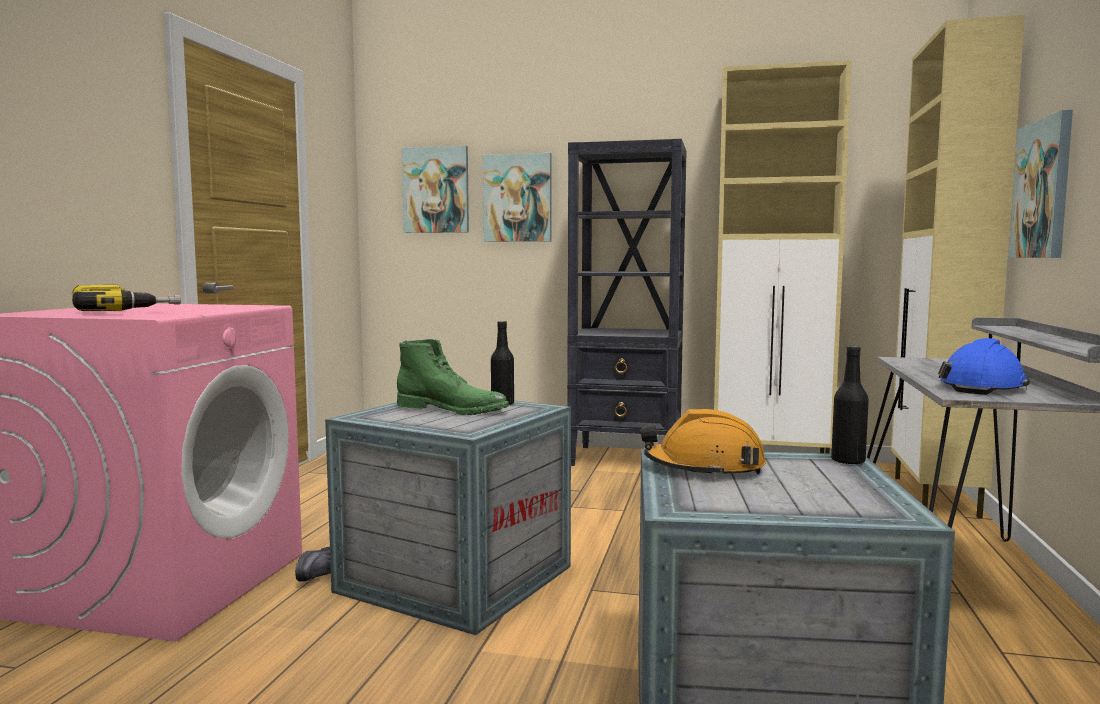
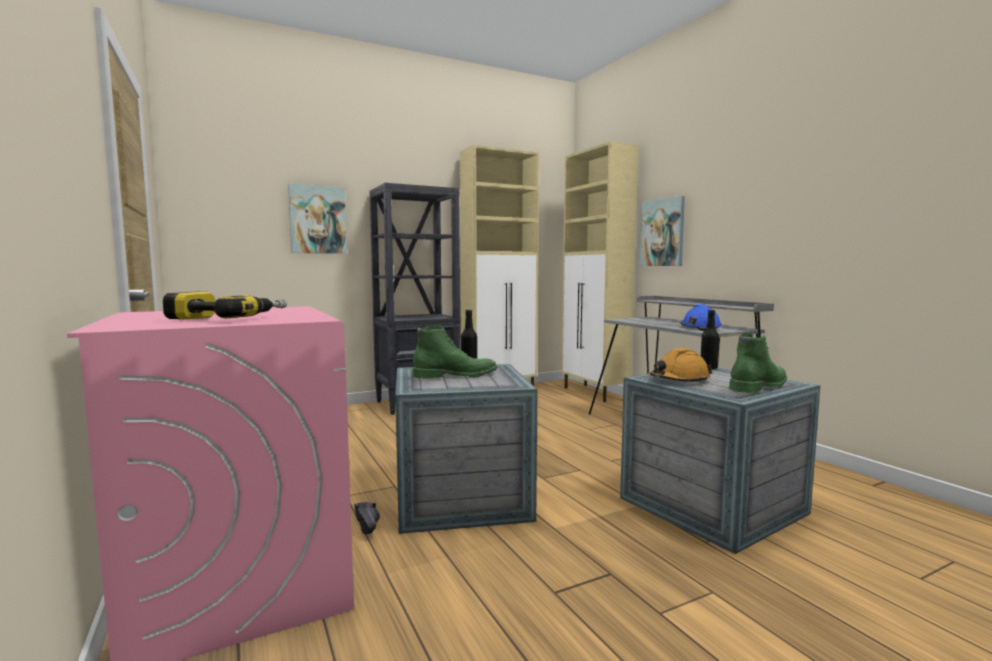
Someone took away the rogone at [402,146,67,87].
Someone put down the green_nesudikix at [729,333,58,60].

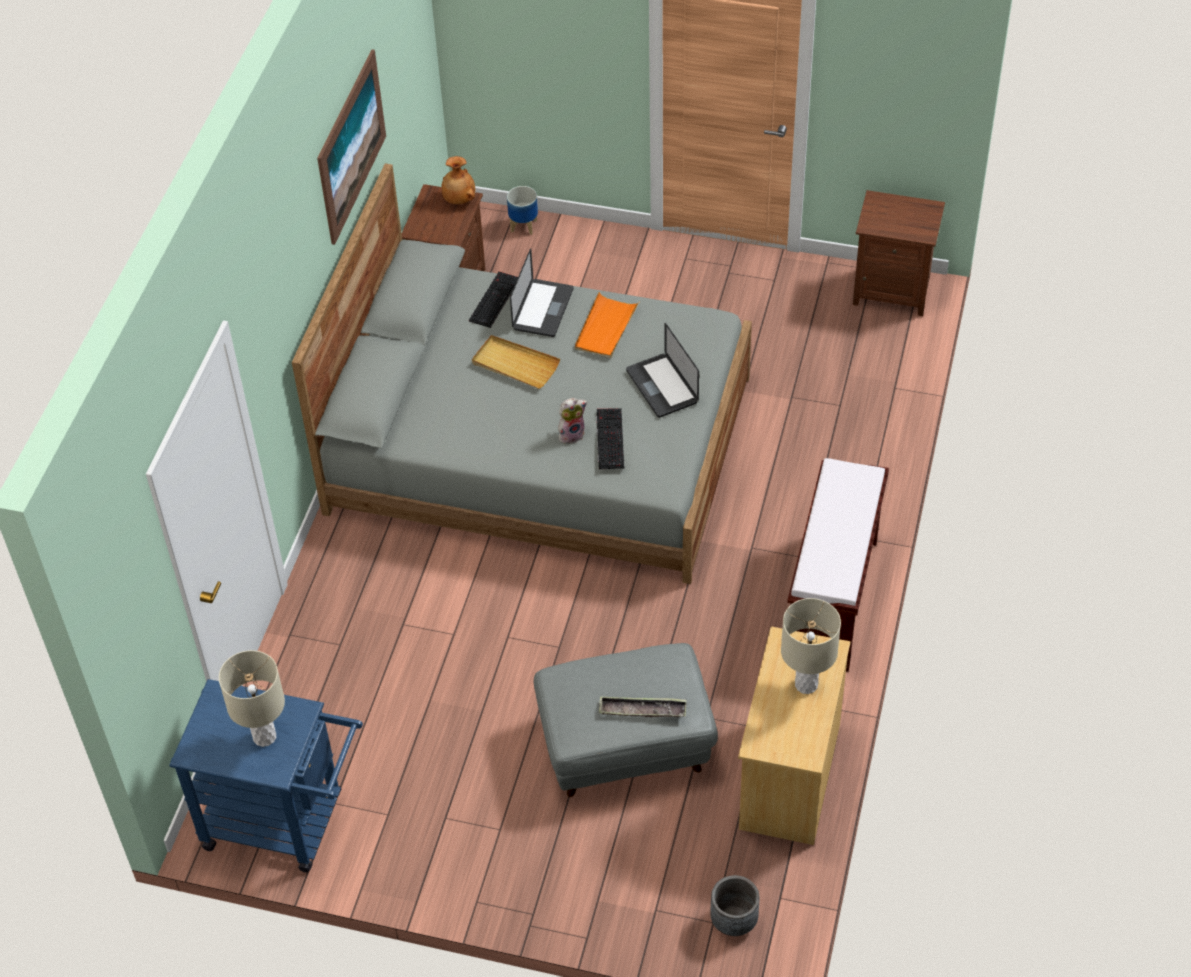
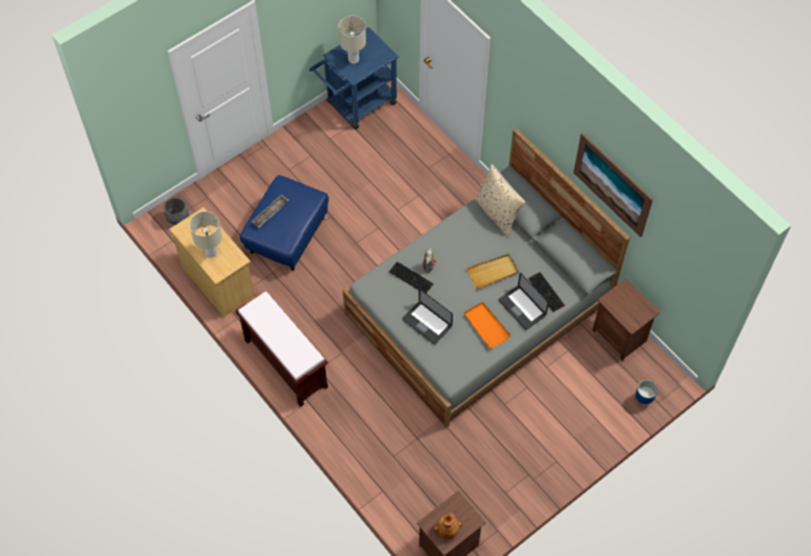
Someone carried the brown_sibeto from [441,156,34,48] to [434,513,28,26].
Someone repainted the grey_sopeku at [534,643,184,154], which became the blue_sopeku at [240,175,89,96].
Someone rotated the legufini at [626,323,73,95] by 150 degrees counterclockwise.
Someone put down the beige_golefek at [475,164,51,73].

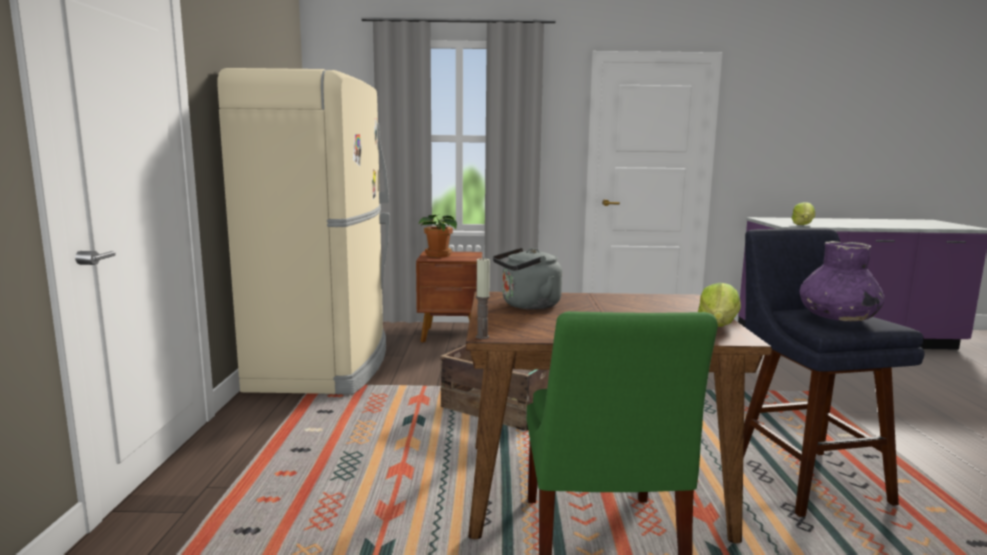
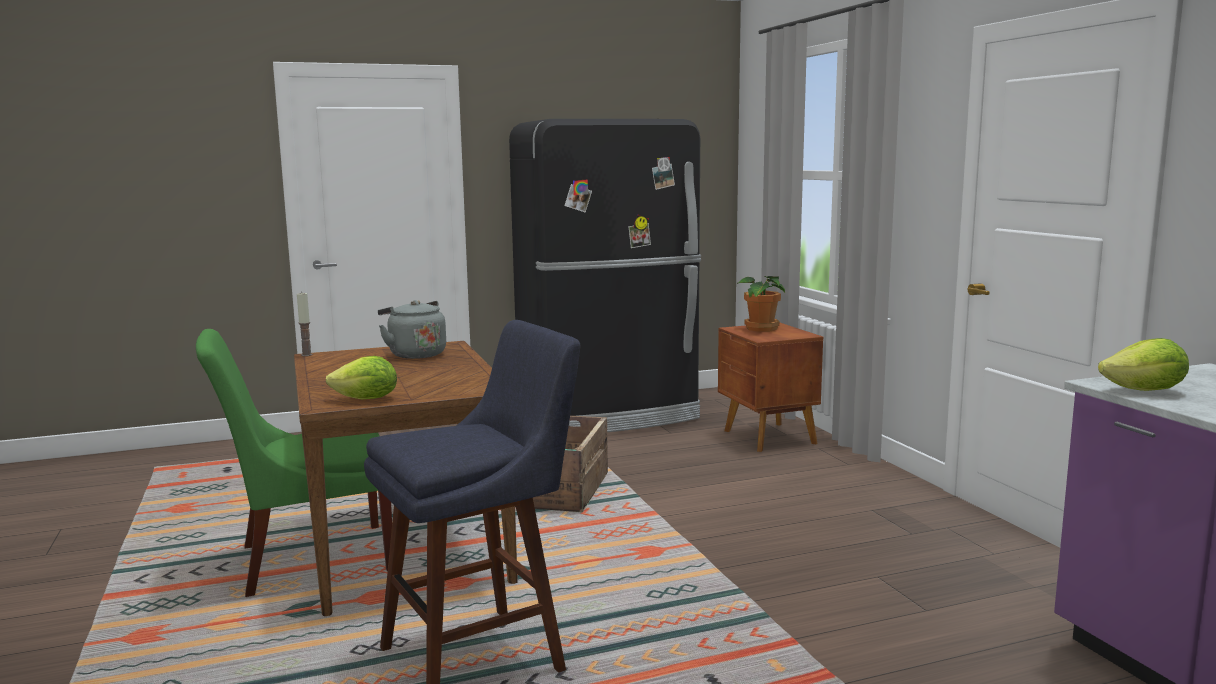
Someone repainted the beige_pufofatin at [217,68,172,326], which became the black_pufofatin at [509,119,192,313].
Someone took away the purple_sibeto at [799,241,86,80].

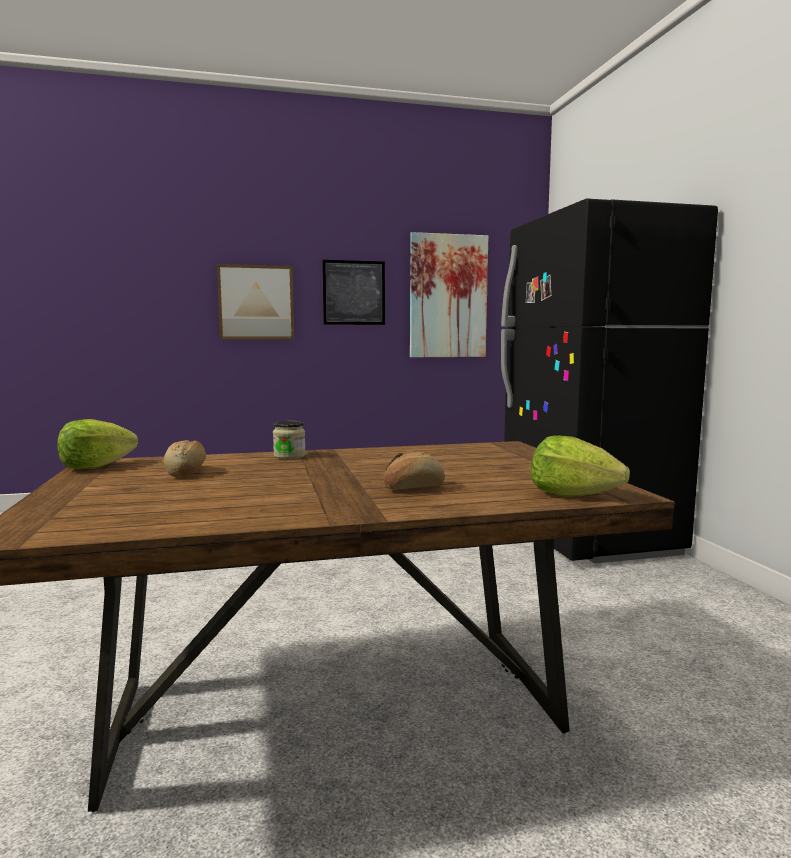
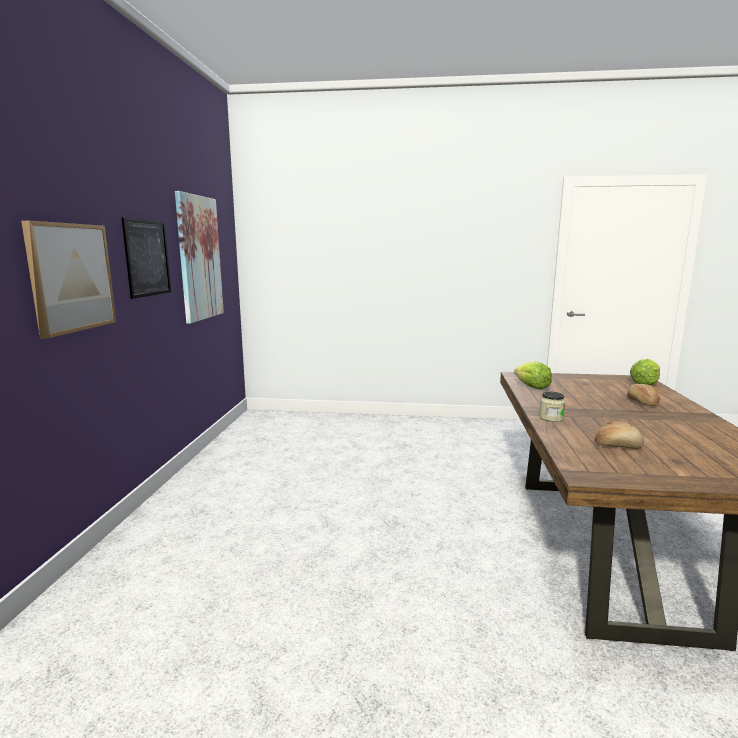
Someone carried the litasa from [58,419,80,50] to [514,361,38,29].
Someone took away the black_pufofatin at [501,198,217,366].

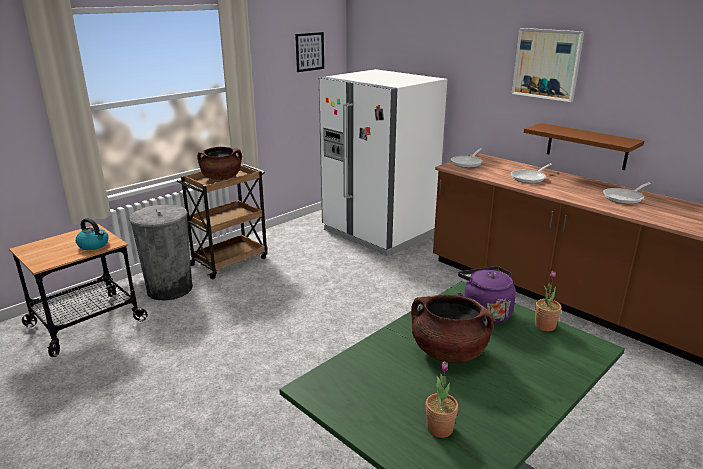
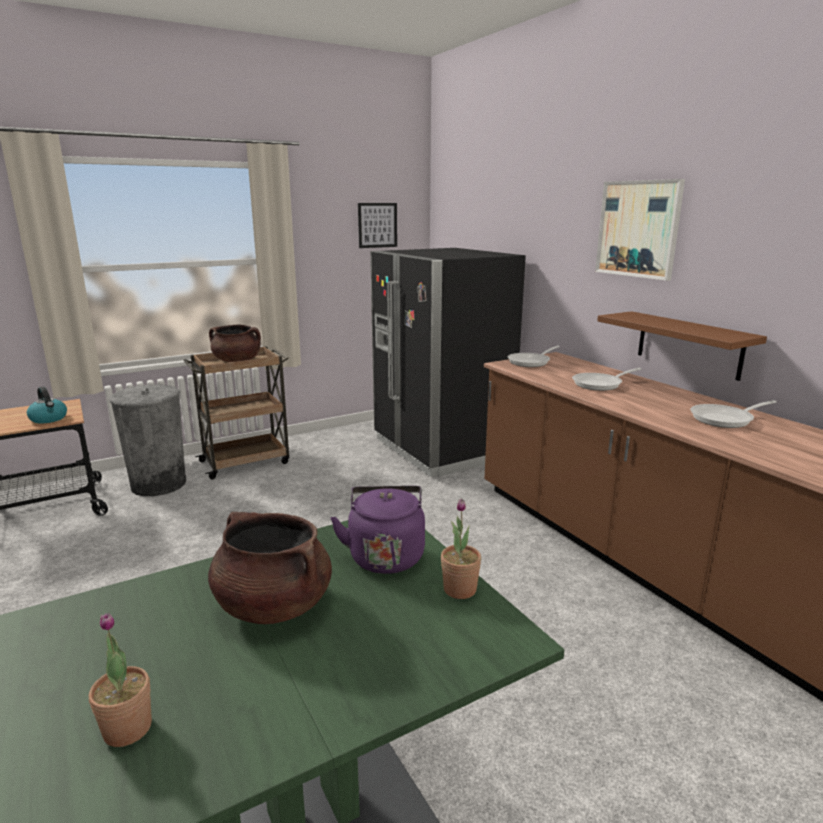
Someone repainted the white_pufofatin at [319,69,128,187], which became the black_pufofatin at [370,248,156,229].

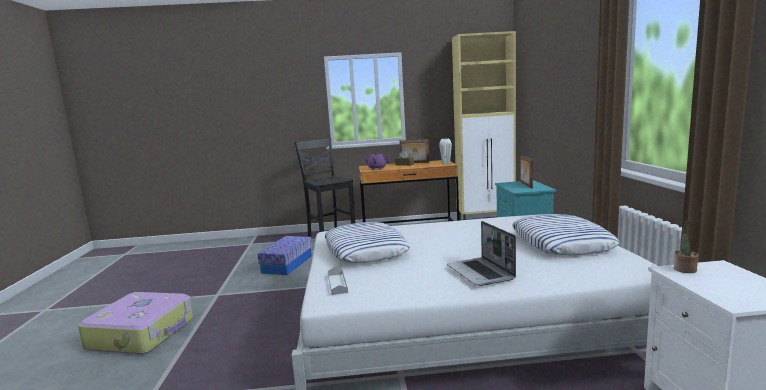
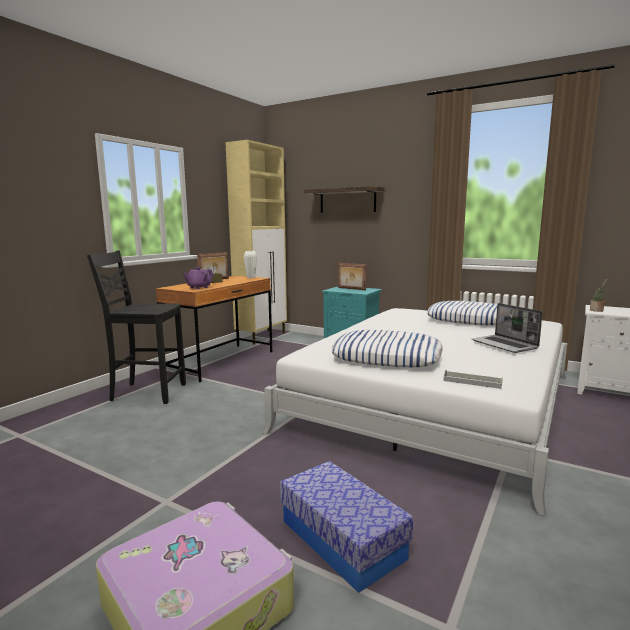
Someone carried the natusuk from [257,236,55,39] to [280,461,134,132].
Someone rotated the legufini at [447,221,69,65] by 45 degrees clockwise.
Someone put up the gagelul at [304,186,81,27].

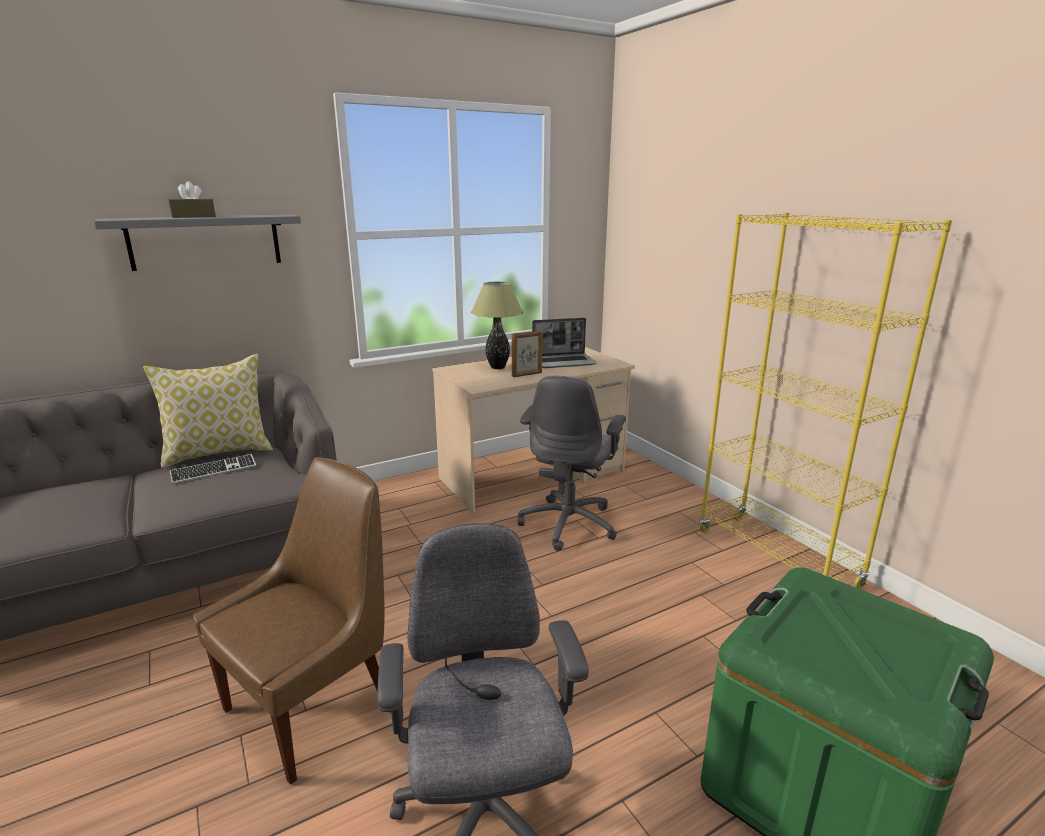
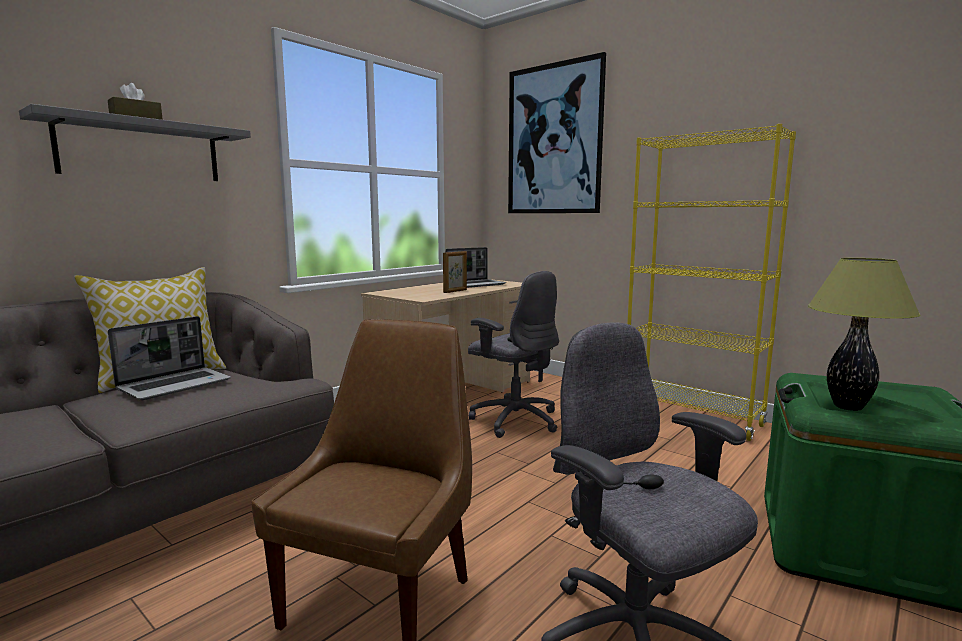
Someone swapped the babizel at [170,454,86,30] for the legufini at [108,316,123,85].
Someone carried the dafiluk from [471,282,52,87] to [808,258,112,153].
Someone rotated the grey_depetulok at [518,376,108,175] by 45 degrees counterclockwise.
Someone put up the rogone at [508,52,98,161].

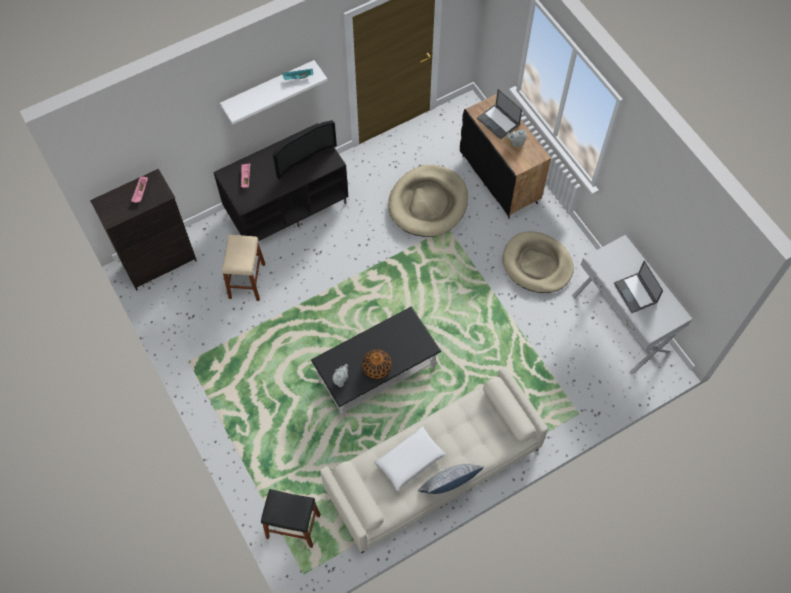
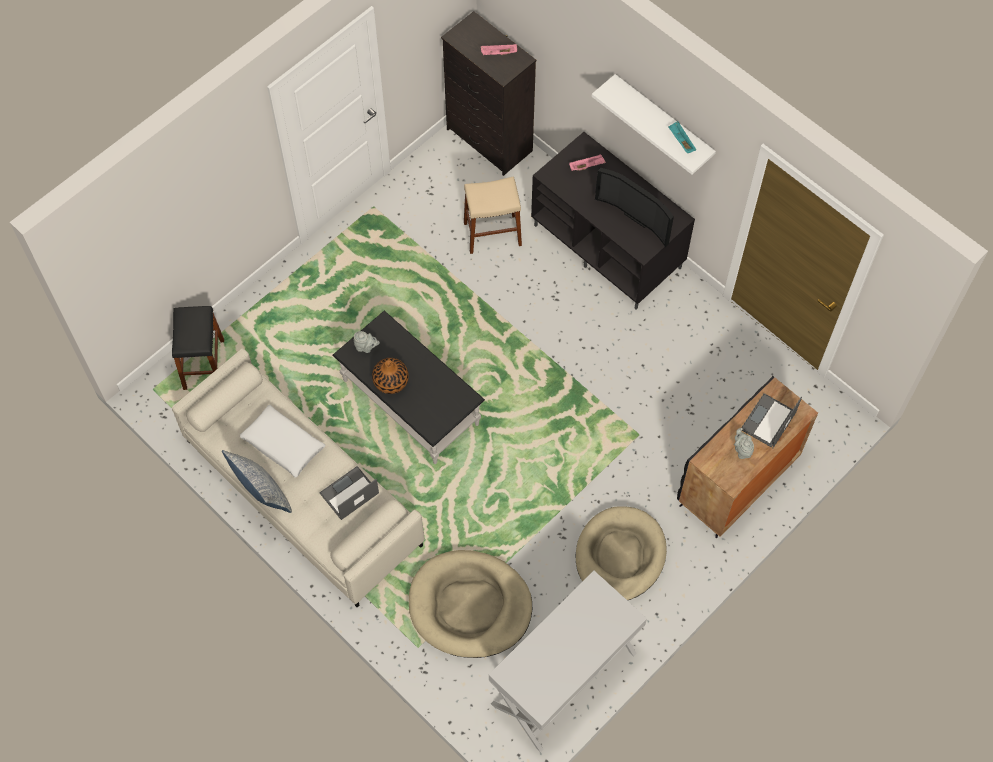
Someone carried the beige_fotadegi from [388,165,80,72] to [409,550,123,108].
Someone carried the legufini from [614,260,49,53] to [319,466,60,54].

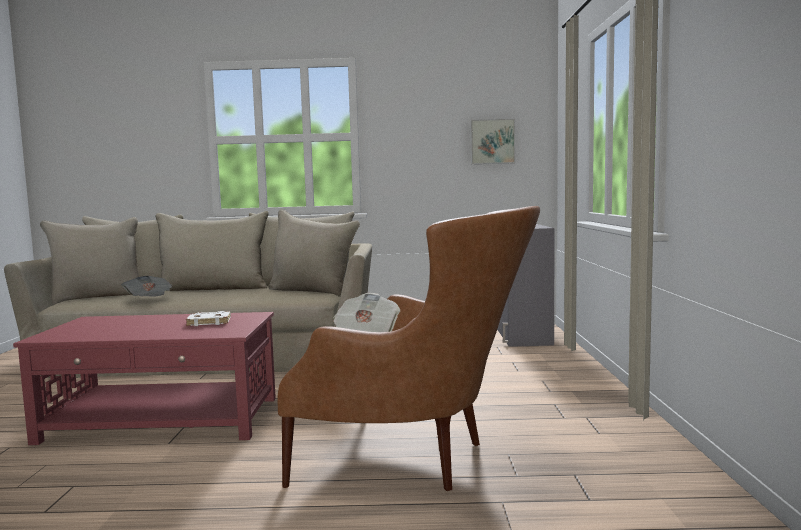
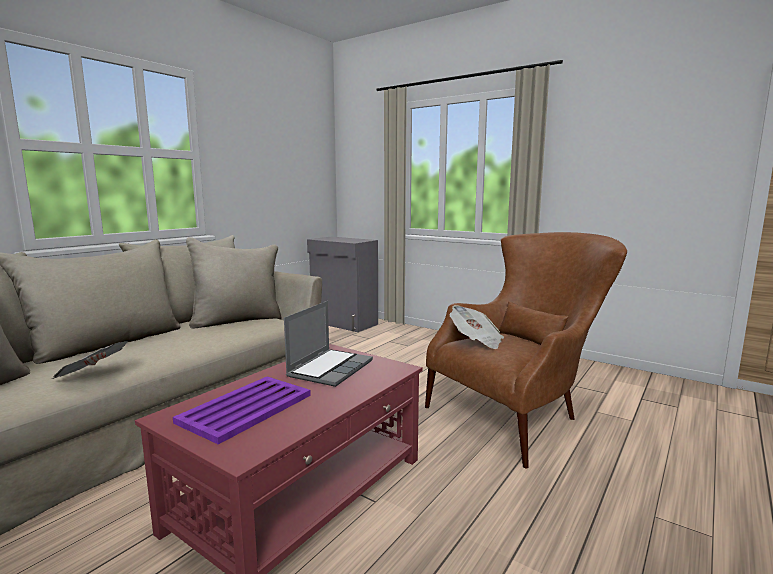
Someone swapped the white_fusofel at [186,311,45,15] for the legufini at [284,301,89,86].
Someone took away the rogone at [470,119,45,45].
Someone put down the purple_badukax at [173,376,138,68].

